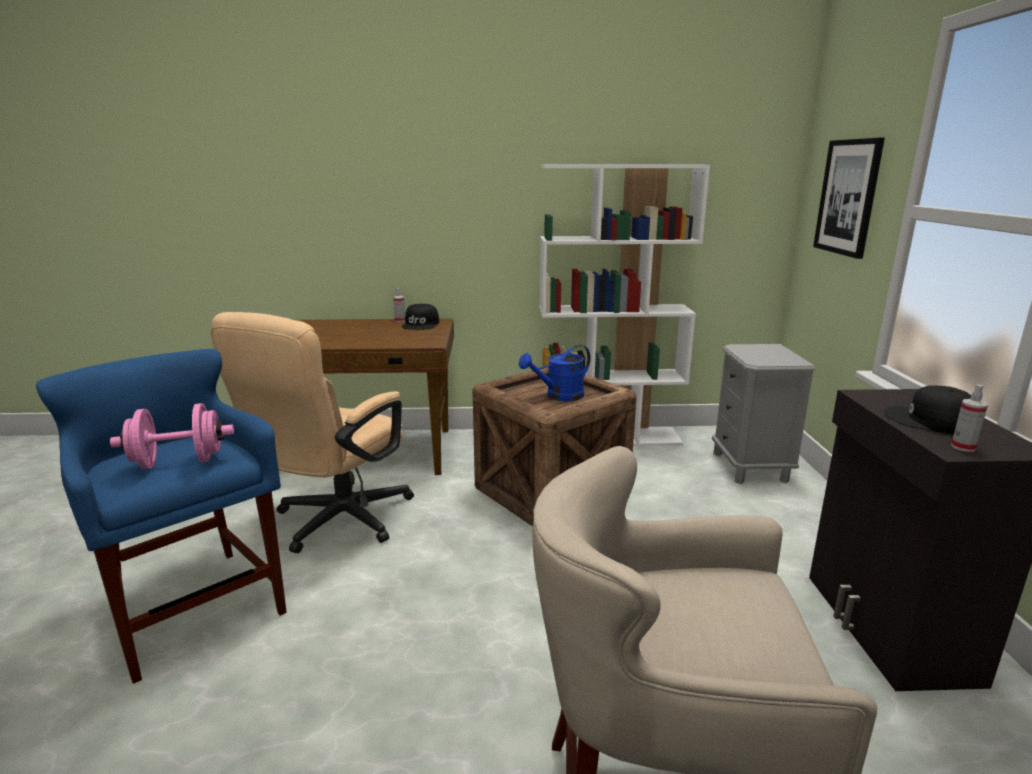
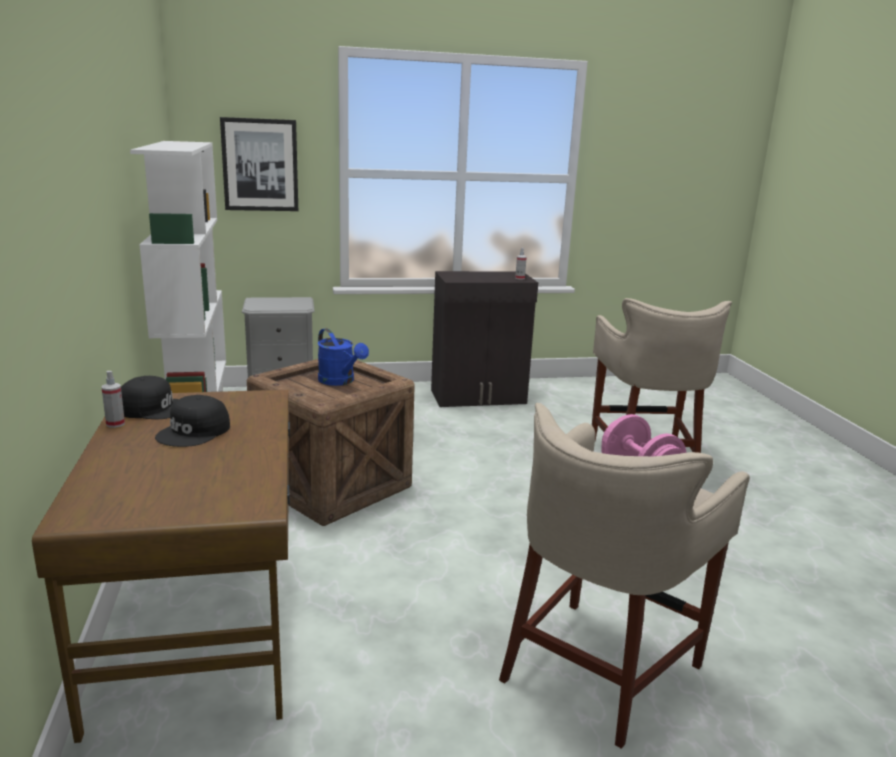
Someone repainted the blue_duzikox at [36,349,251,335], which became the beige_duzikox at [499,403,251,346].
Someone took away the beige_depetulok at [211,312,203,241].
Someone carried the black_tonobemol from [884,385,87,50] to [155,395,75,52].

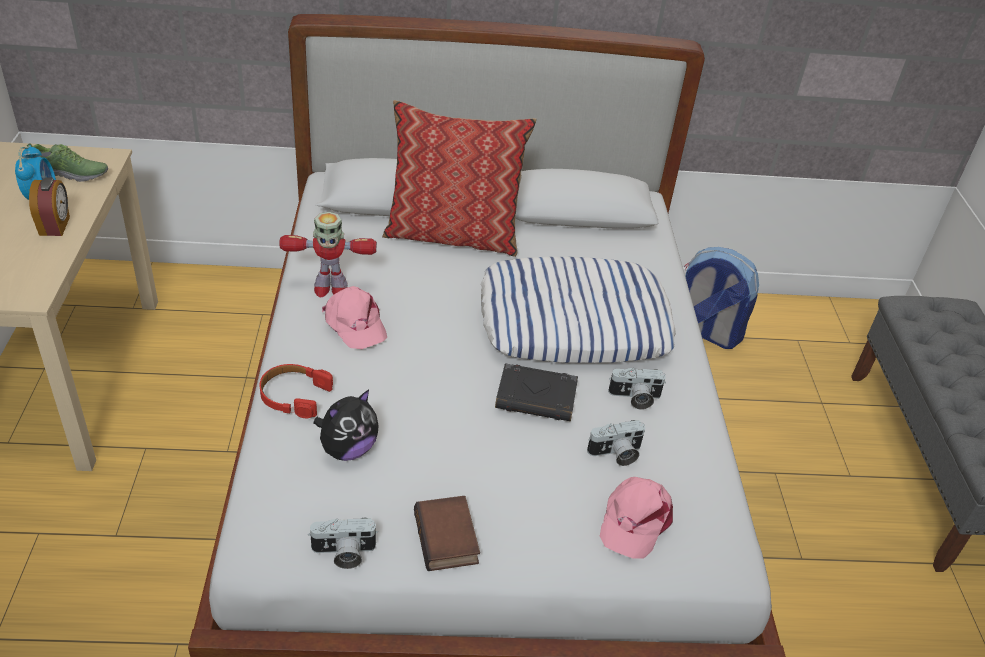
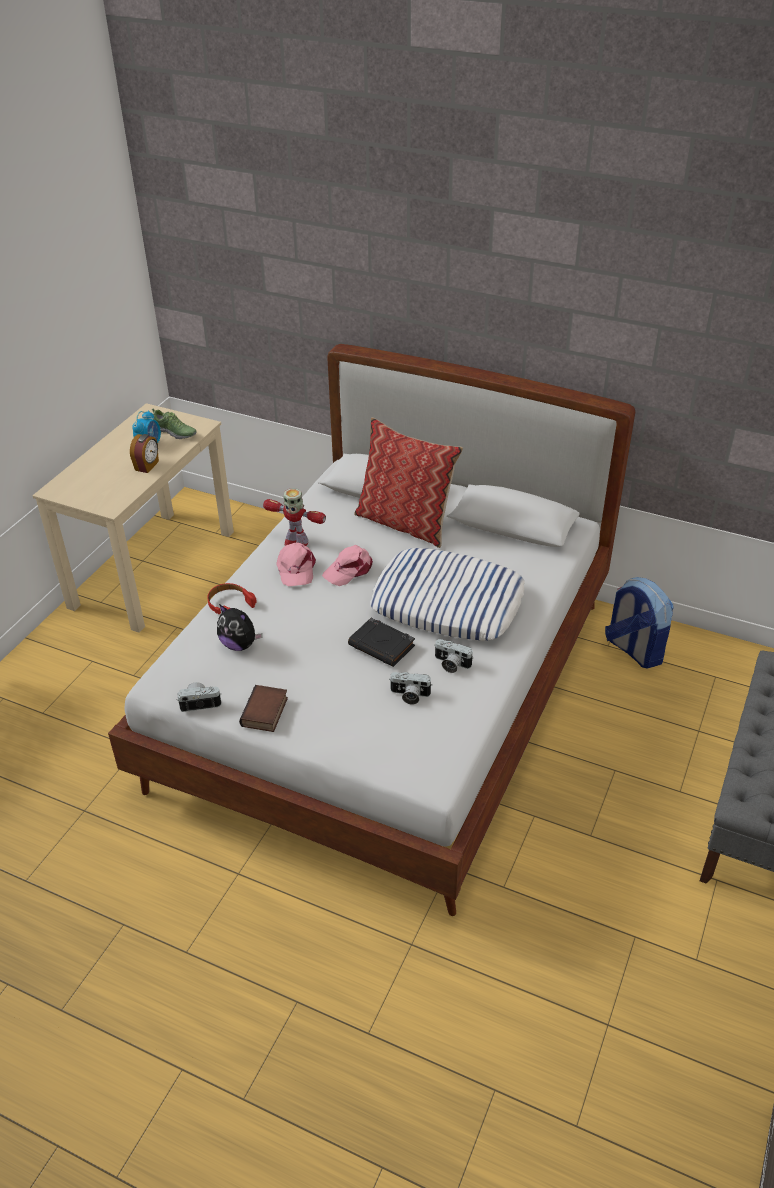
Someone rotated the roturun at [308,517,70,52] by 150 degrees clockwise.
Someone rotated the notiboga at [313,389,66,72] by 45 degrees clockwise.
Someone carried the pink_tonobemol from [600,477,73,82] to [322,545,51,41].

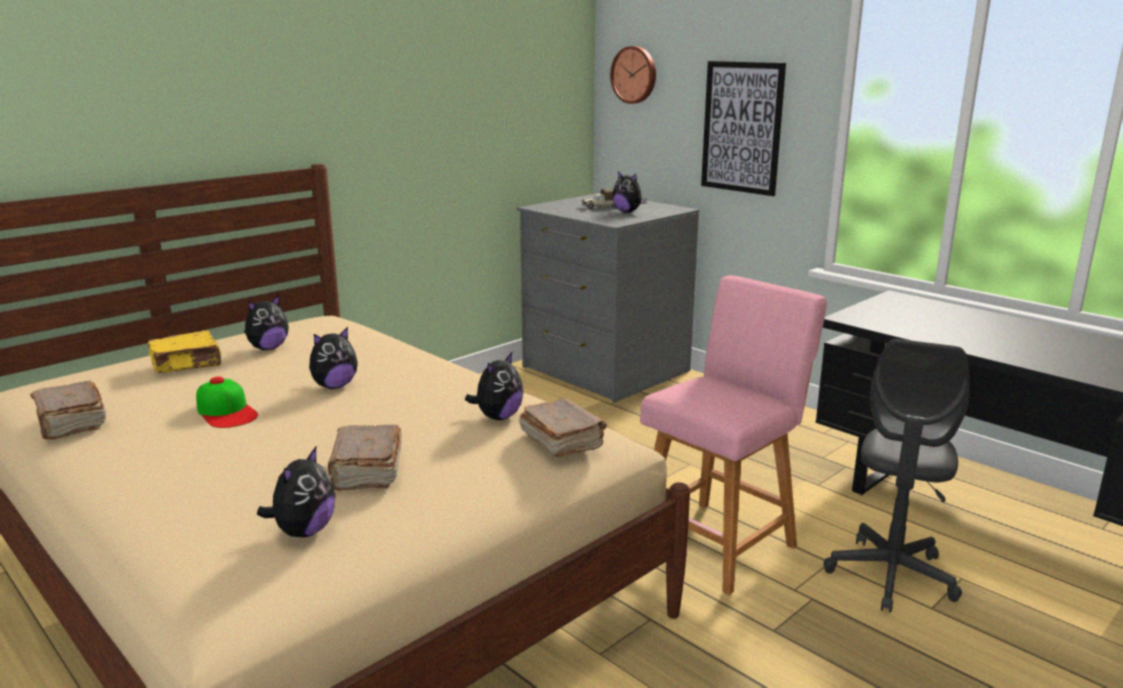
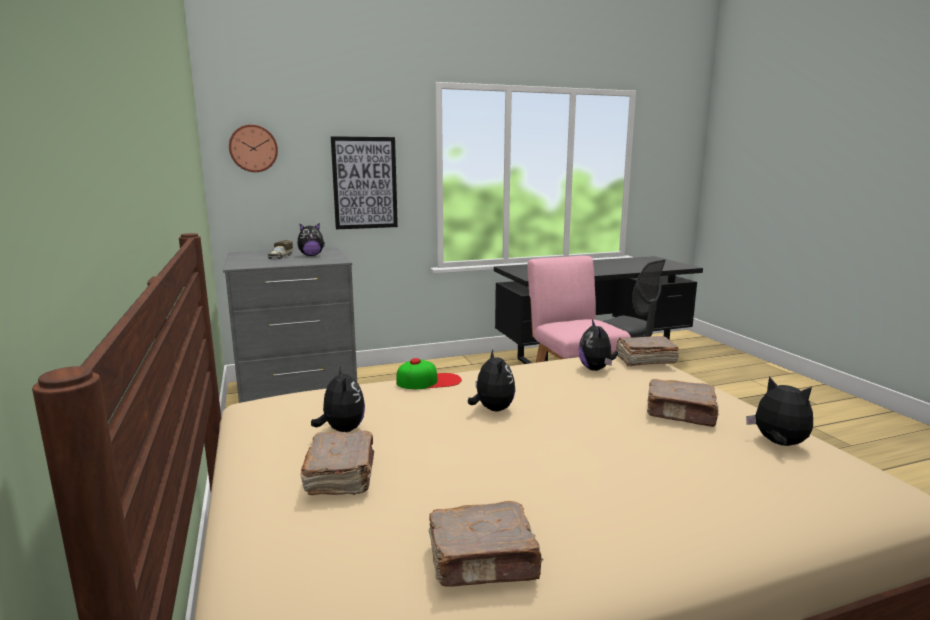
Someone repainted the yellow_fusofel at [148,331,74,42], which became the brown_fusofel at [301,430,73,65].
Someone carried the tonobemol from [196,377,62,51] to [396,358,66,31].
Someone rotated the notiboga at [465,352,59,68] by 150 degrees counterclockwise.

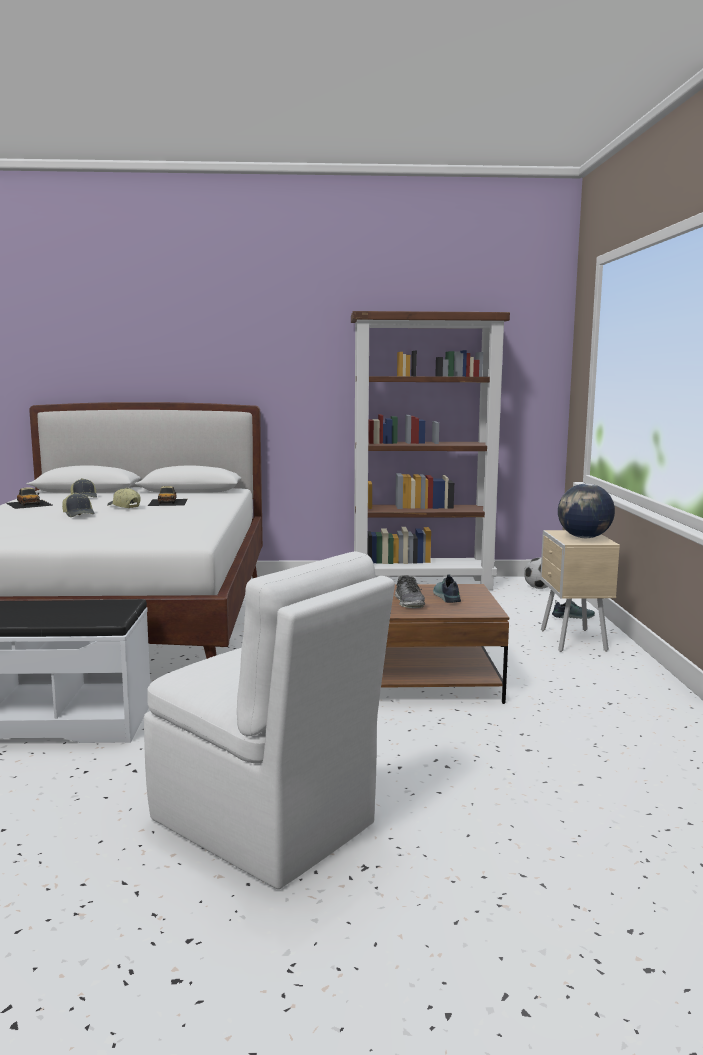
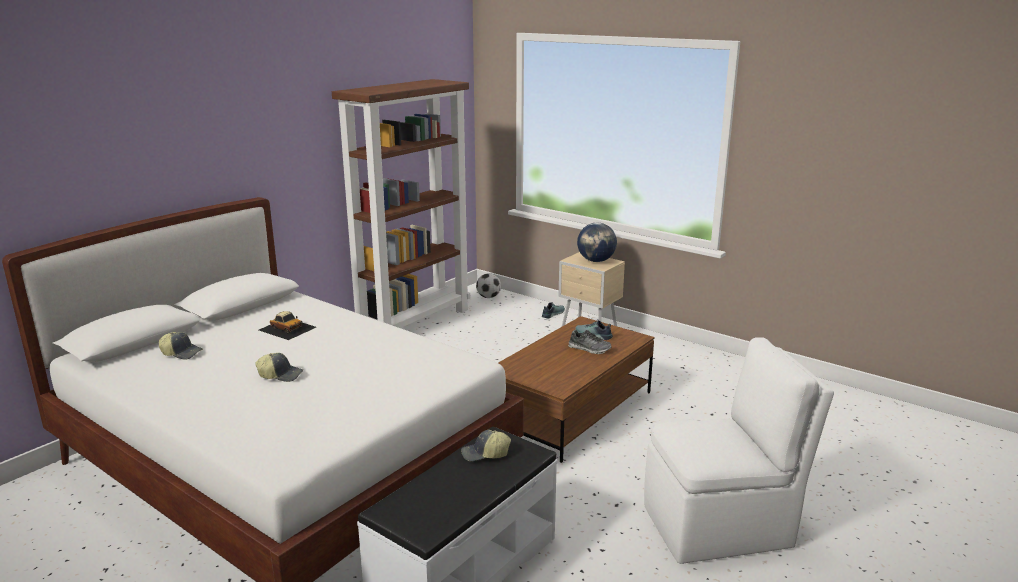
Someone took away the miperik at [6,487,47,22].
Someone carried the tonobemol from [107,488,34,20] to [461,430,50,31].

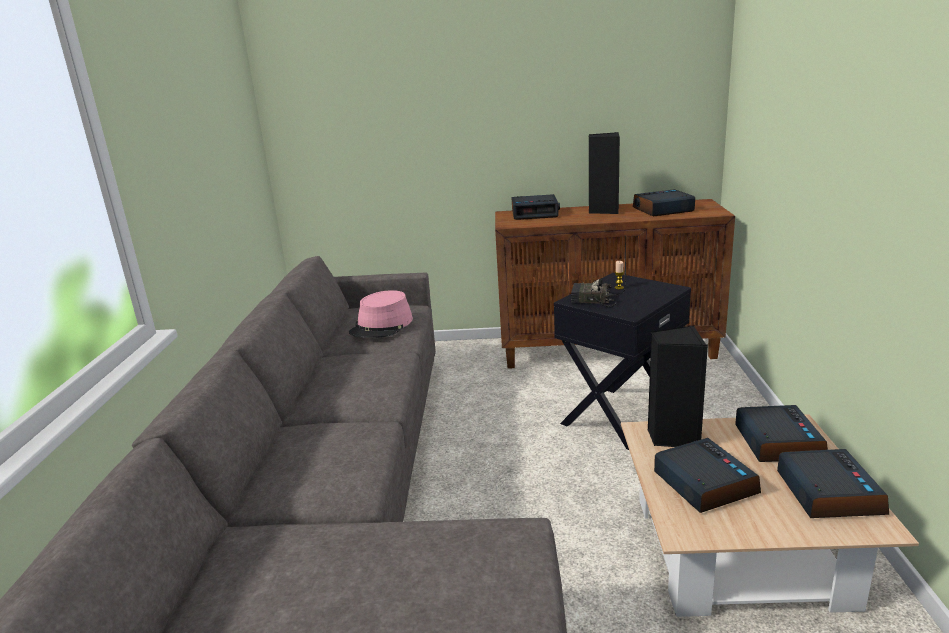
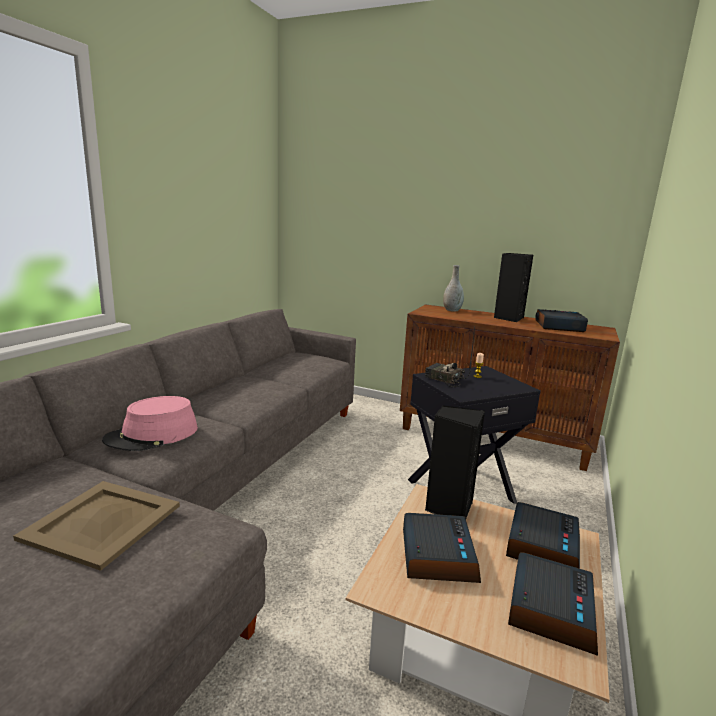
Someone carried the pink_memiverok from [349,290,64,48] to [102,396,96,55].
Someone swapped the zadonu at [511,194,49,26] for the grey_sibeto at [443,265,21,47].
Someone put down the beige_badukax at [13,481,167,90].

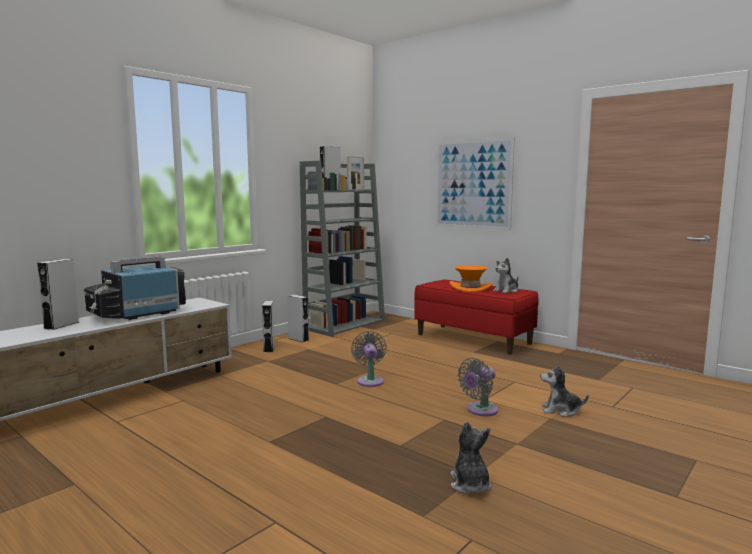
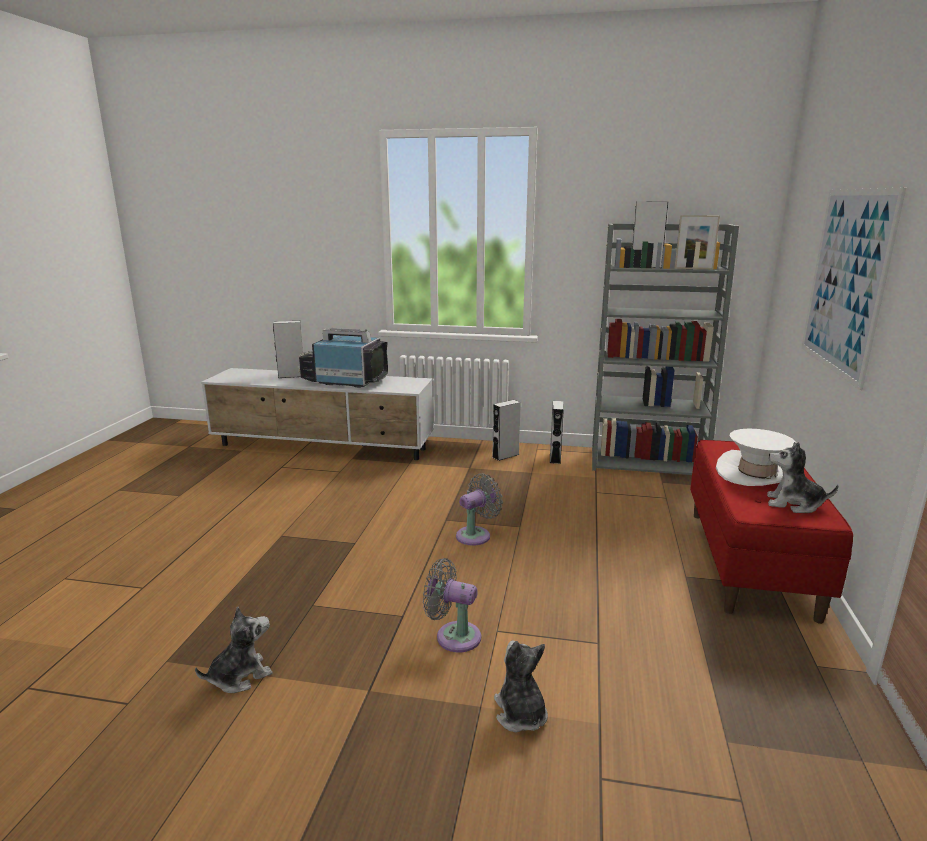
Someone repainted the orange_memiverok at [449,265,43,27], which became the white_memiverok at [716,428,80,58].

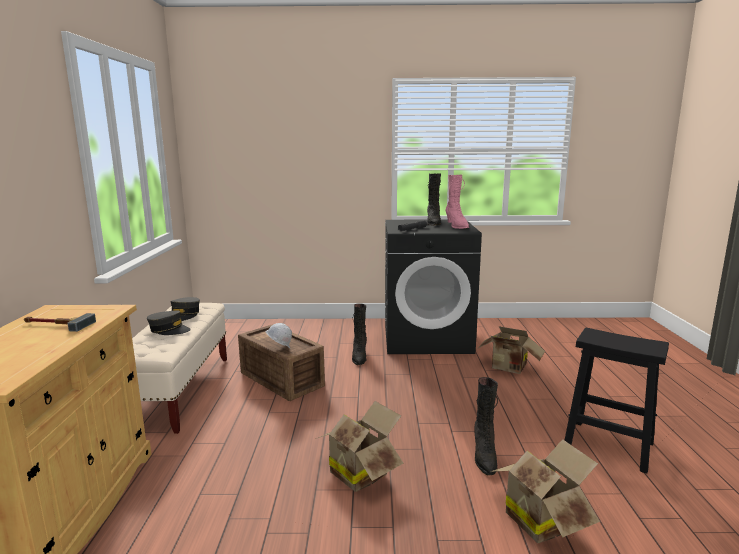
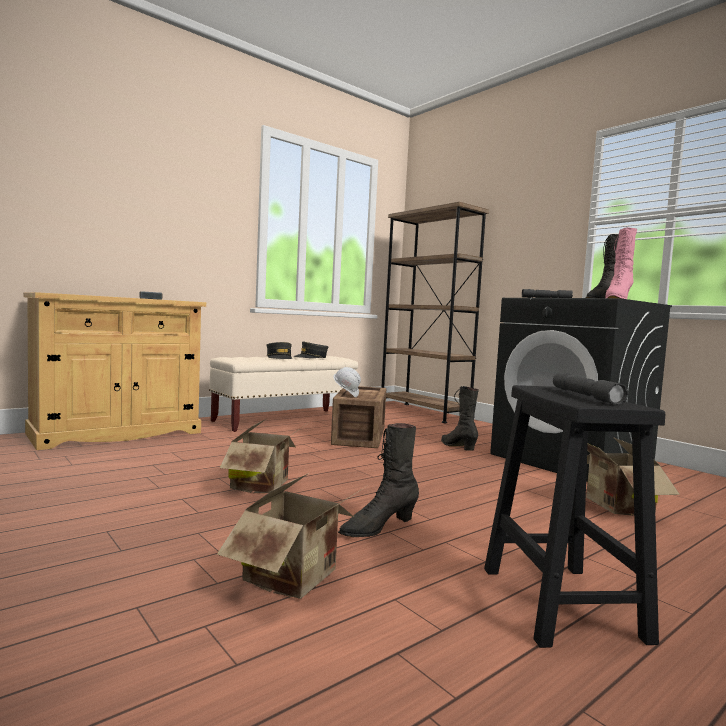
Someone rotated the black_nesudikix at [352,303,15,62] by 105 degrees clockwise.
Someone put down the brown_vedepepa at [381,202,108,221].
Someone put down the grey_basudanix at [553,373,76,32].

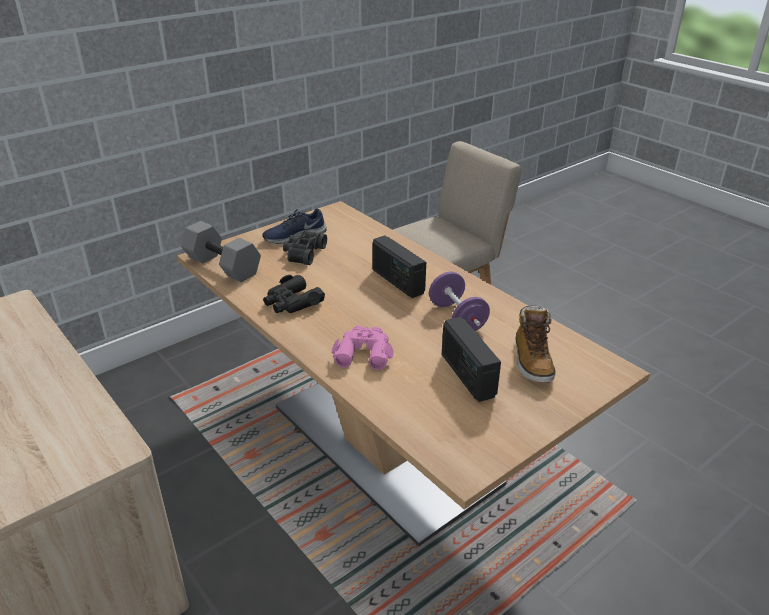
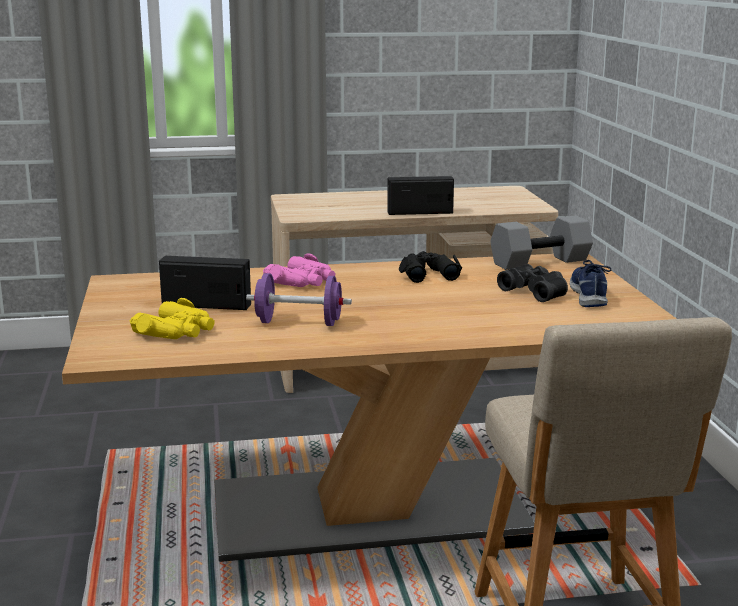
Someone carried the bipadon from [372,235,54,63] to [387,176,67,39].
Someone swapped the nesudikix at [515,305,41,78] for the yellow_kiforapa at [130,298,85,41].

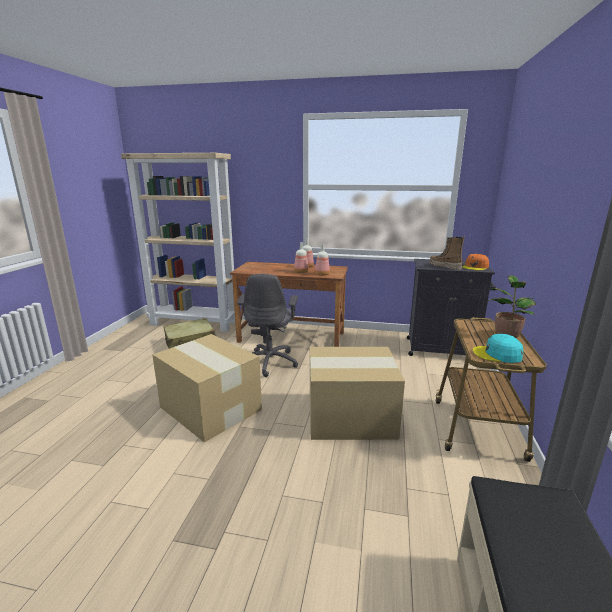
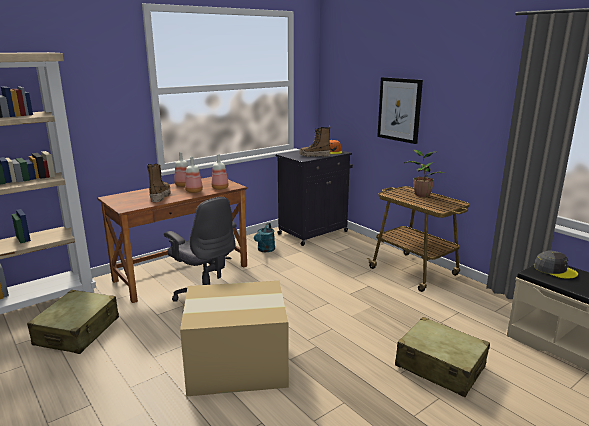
Someone took away the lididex at [310,347,95,93].
Someone took away the turquoise_tonobemol at [473,334,51,29].
Someone put down the nesudikix at [147,164,24,38].
Someone put down the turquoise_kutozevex at [254,223,21,29].
Someone put up the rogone at [377,77,46,67].
Someone put down the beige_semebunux at [395,317,95,80].
Someone put down the grey_tonobemol at [534,251,44,27].

